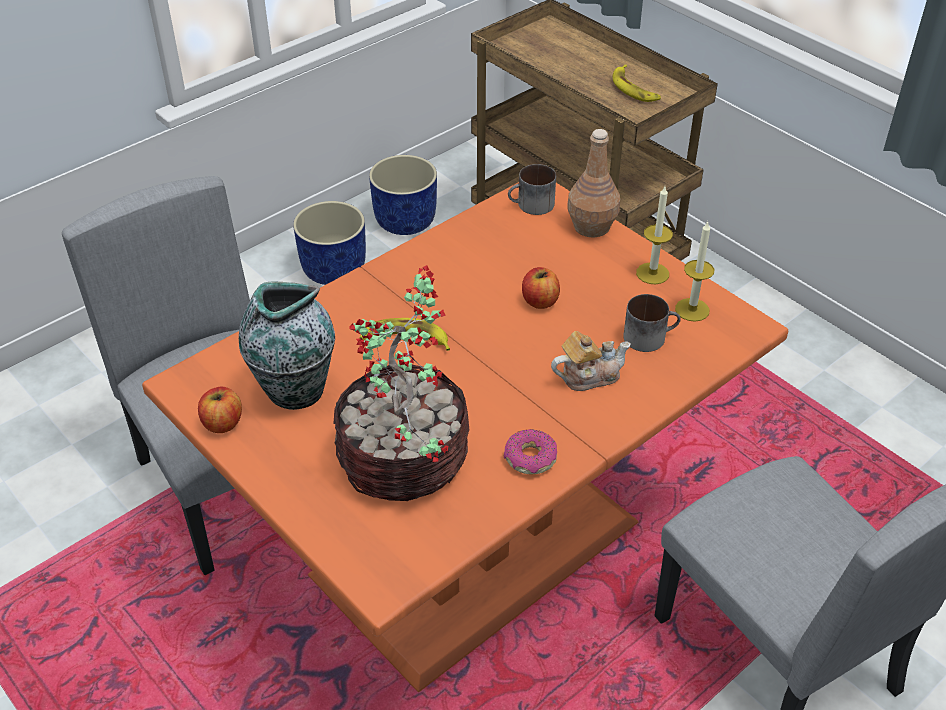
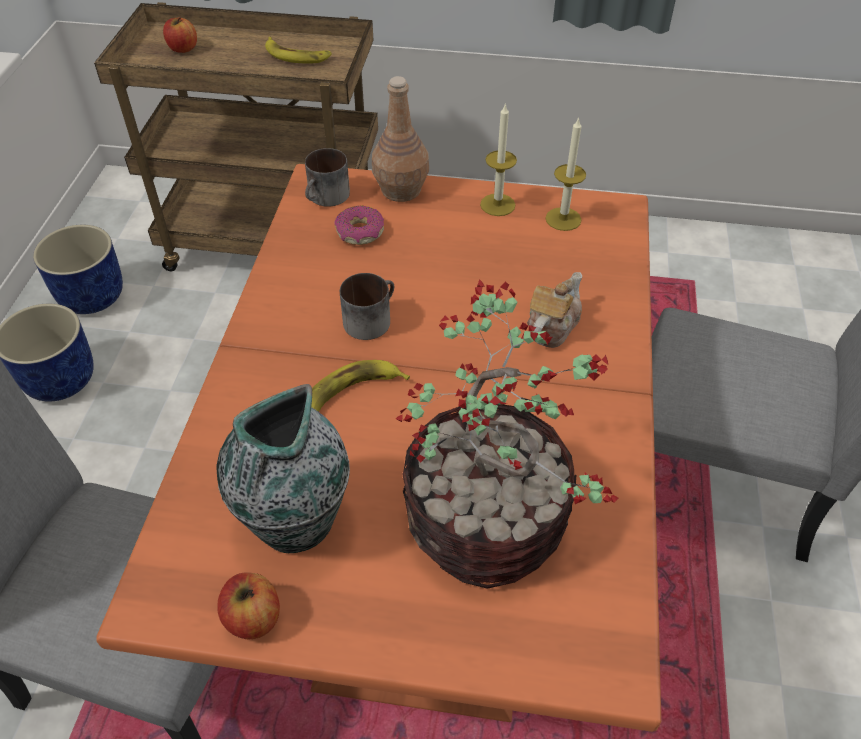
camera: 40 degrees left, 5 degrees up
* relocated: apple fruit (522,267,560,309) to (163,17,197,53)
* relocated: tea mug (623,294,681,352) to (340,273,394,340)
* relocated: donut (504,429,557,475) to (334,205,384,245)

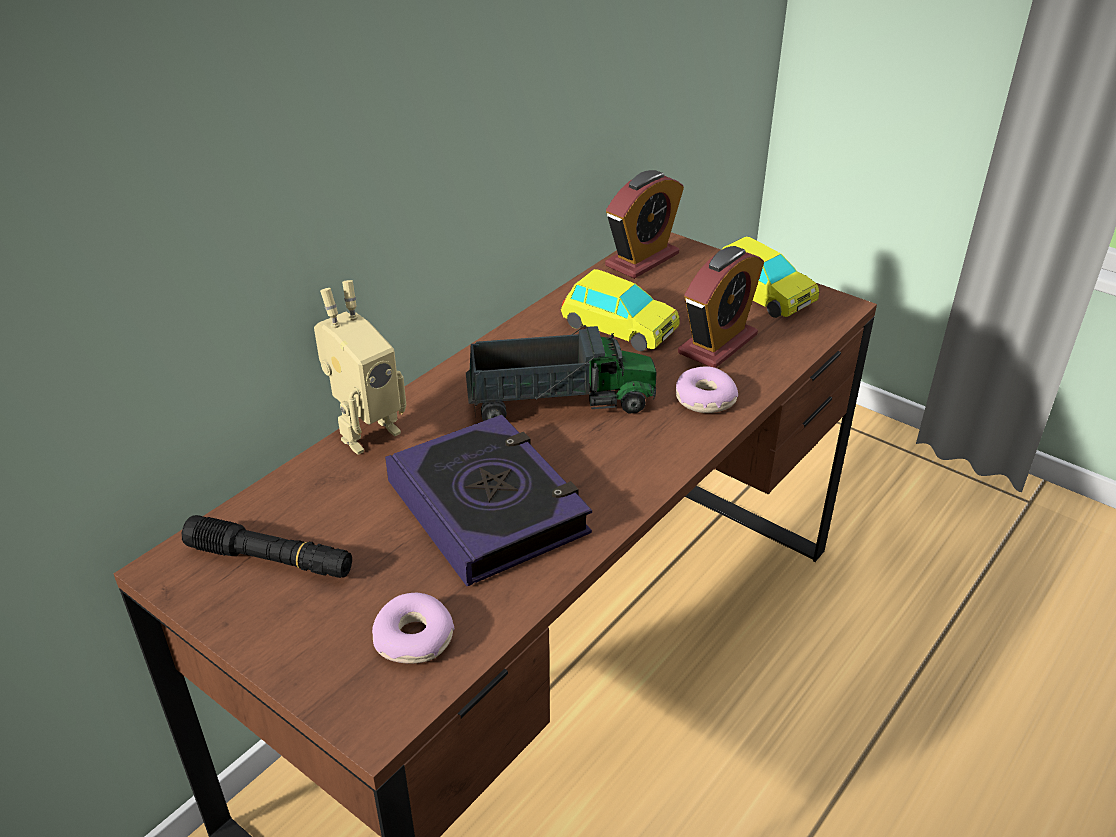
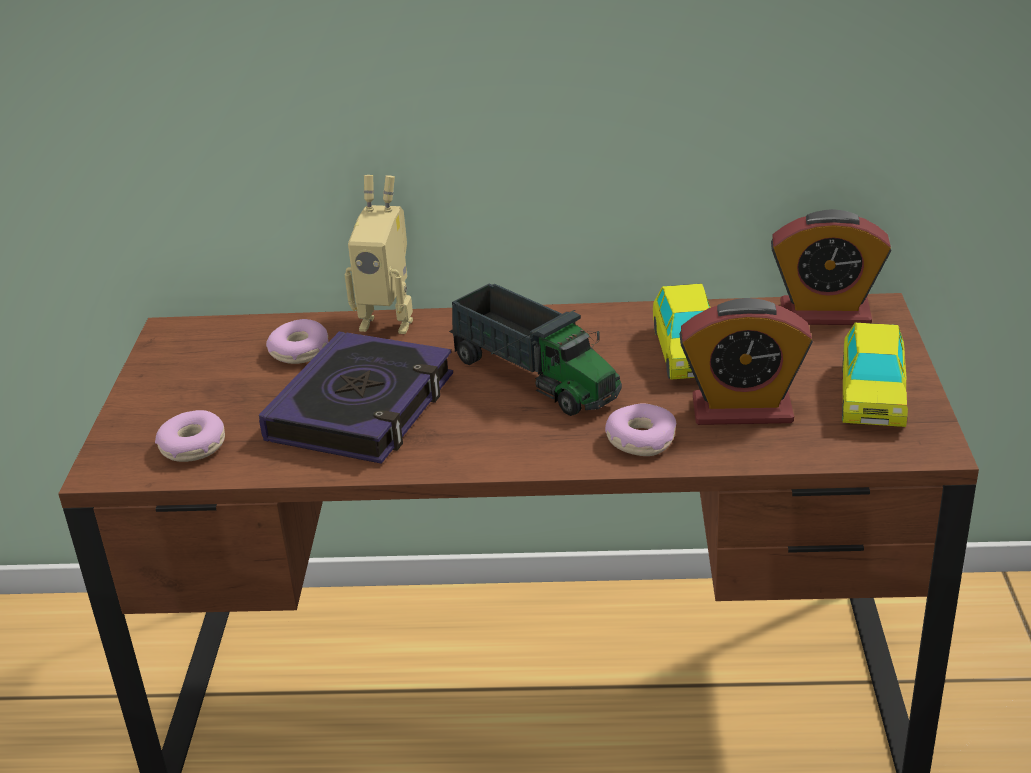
camera: 55 degrees right, 5 degrees down
* missing: black hand torch (182,515,352,578)
* appeared: donut (266,319,329,364)

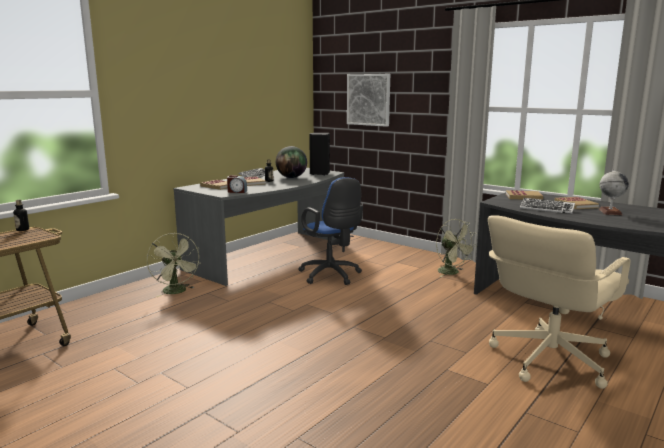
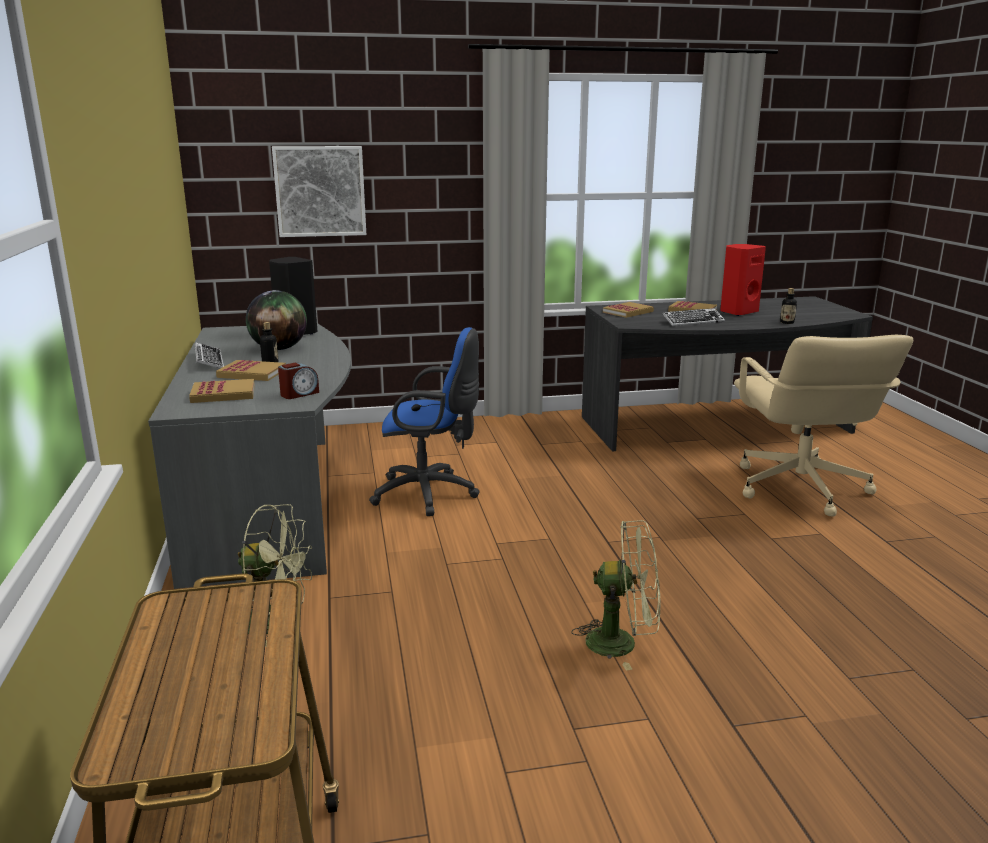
camera: 50 degrees left, 5 degrees up
* exchanged: globe (599,169,629,216) to red-coloured loudspeaker (720,244,766,316)
* relocated: bottle (13,200,29,231) to (780,288,797,324)
* relocated: green-coloured cooling fan (436,219,477,277) to (571,520,661,671)

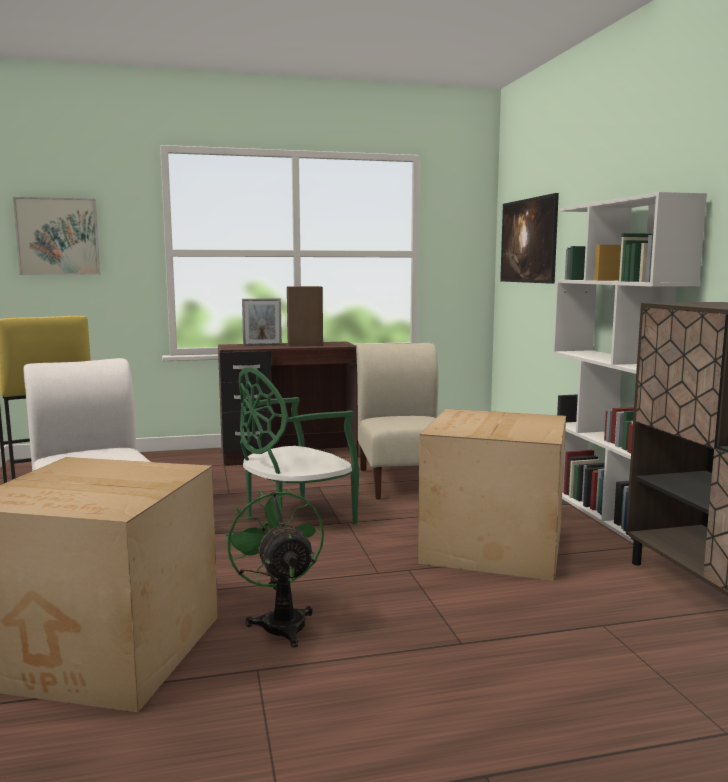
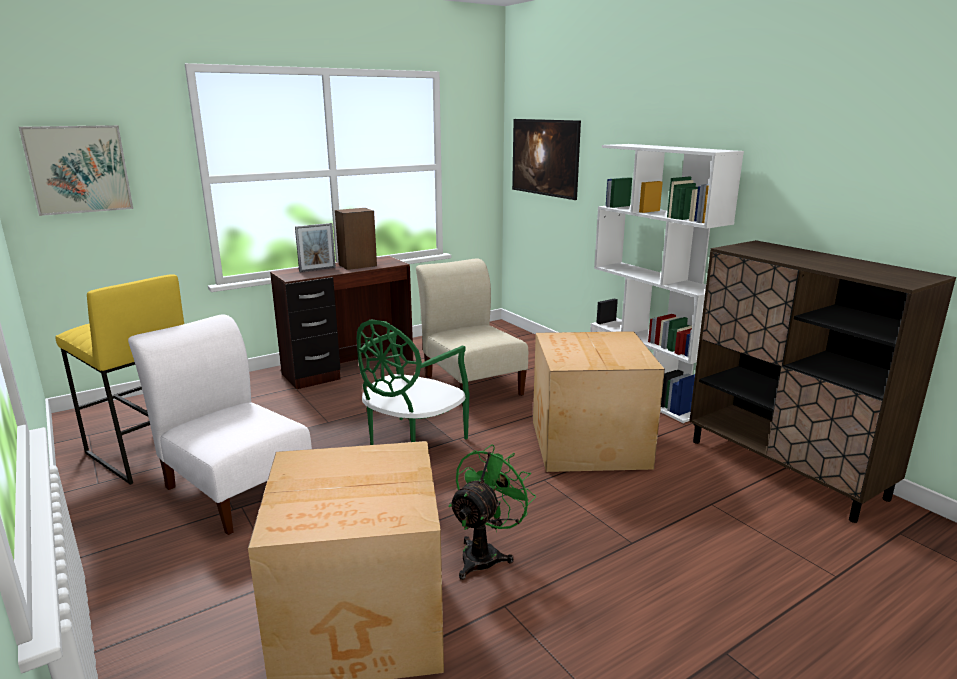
camera: 20 degrees left, 10 degrees up
* spun: green-coloured cooling fan (224,488,324,648) = (449,444,536,580) 75 degrees clockwise

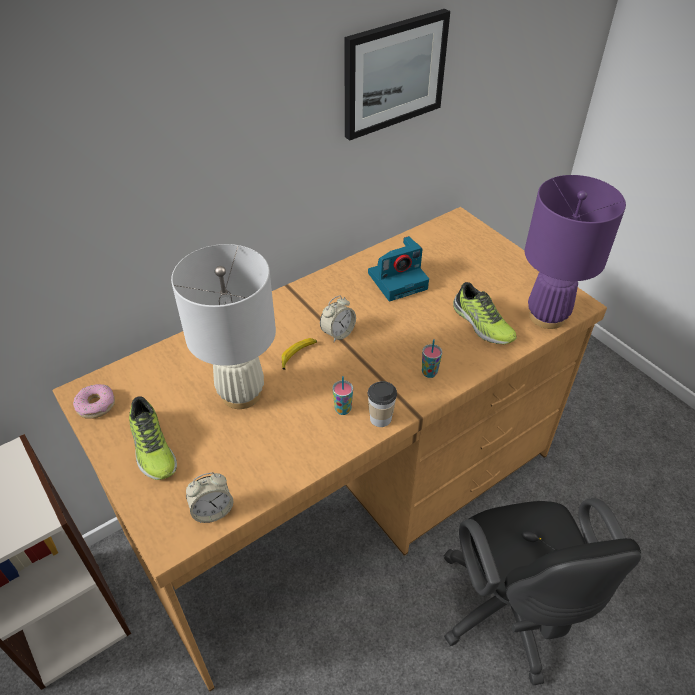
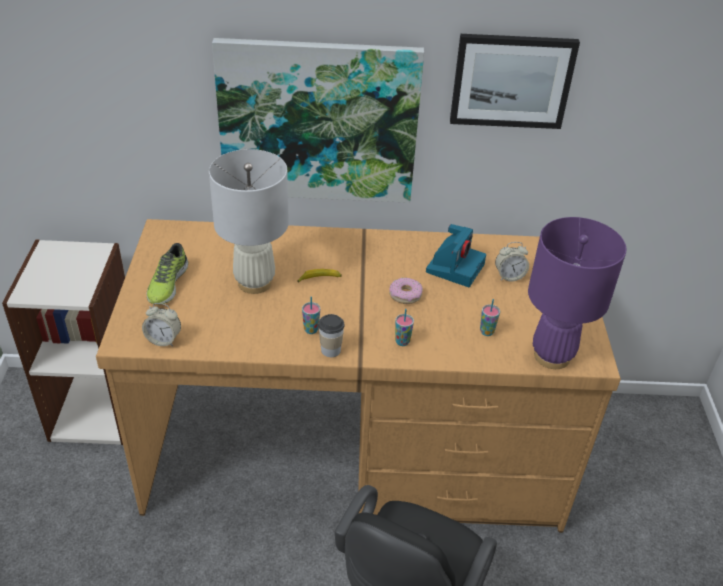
camera: 35 degrees right, 5 degrees down
* spun: photo camera (368,236,429,301) = (426,224,486,287) 75 degrees counterclockwise
* exchanged: shoe (453,282,517,344) to drinking cup (480,299,500,336)
* relocated: alarm clock (320,295,356,342) to (495,242,529,281)
* relocated: donut (73,384,115,419) to (389,278,423,304)
* appeared: wall art (212,38,424,203)

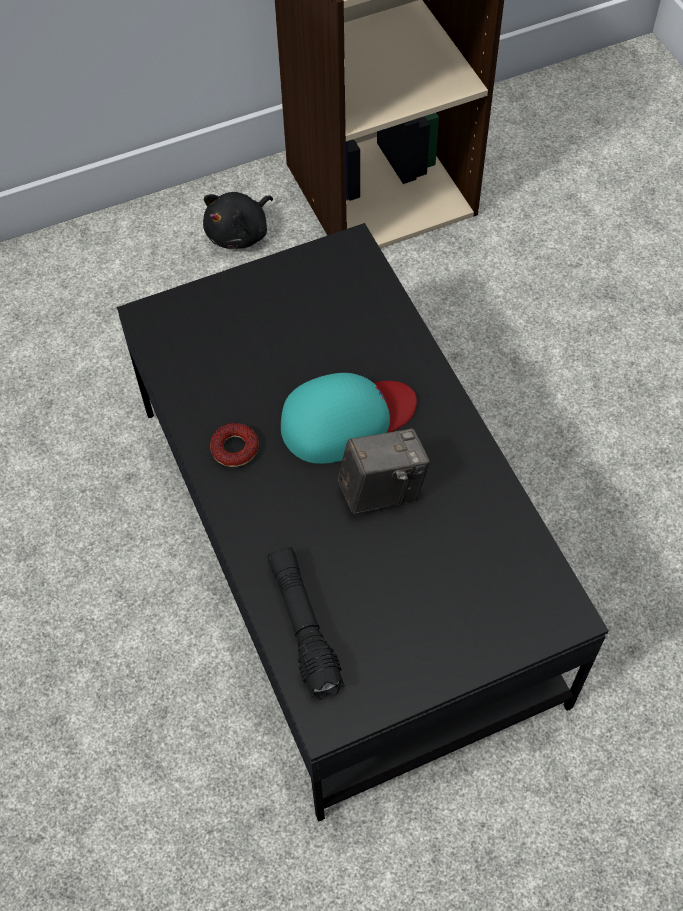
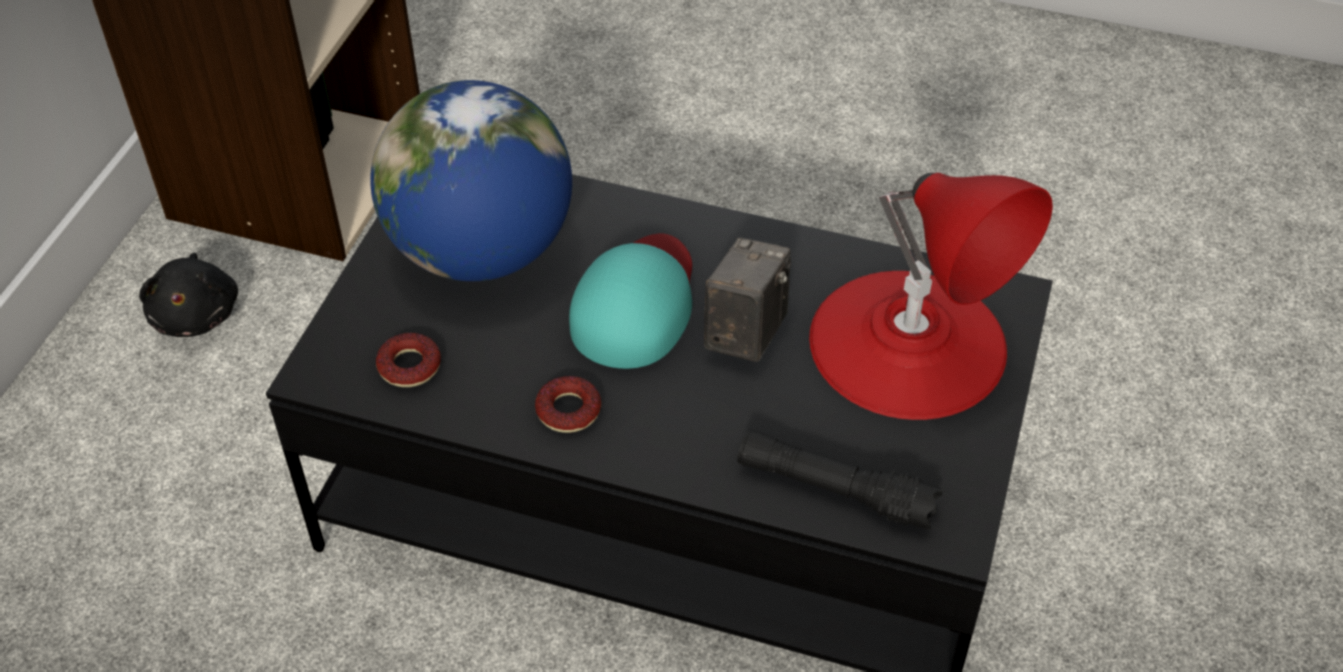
camera: 50 degrees left, 10 degrees down
* appeared: globe (370,80,572,281)
* appeared: red-coloured tabletop lamp (809,173,1053,420)
* appeared: donut (376,333,441,387)

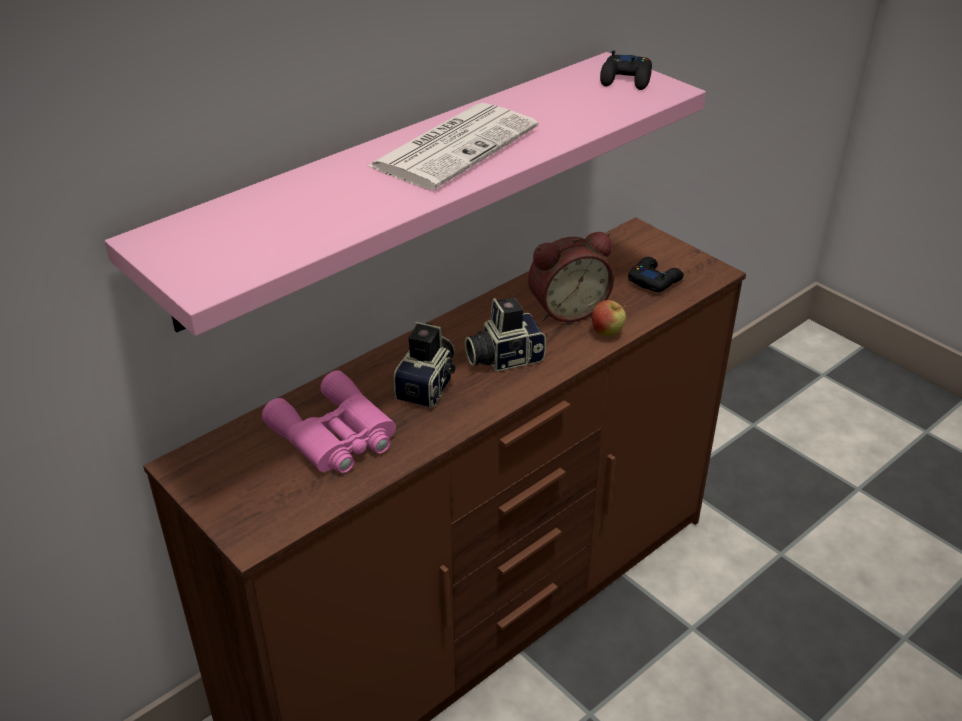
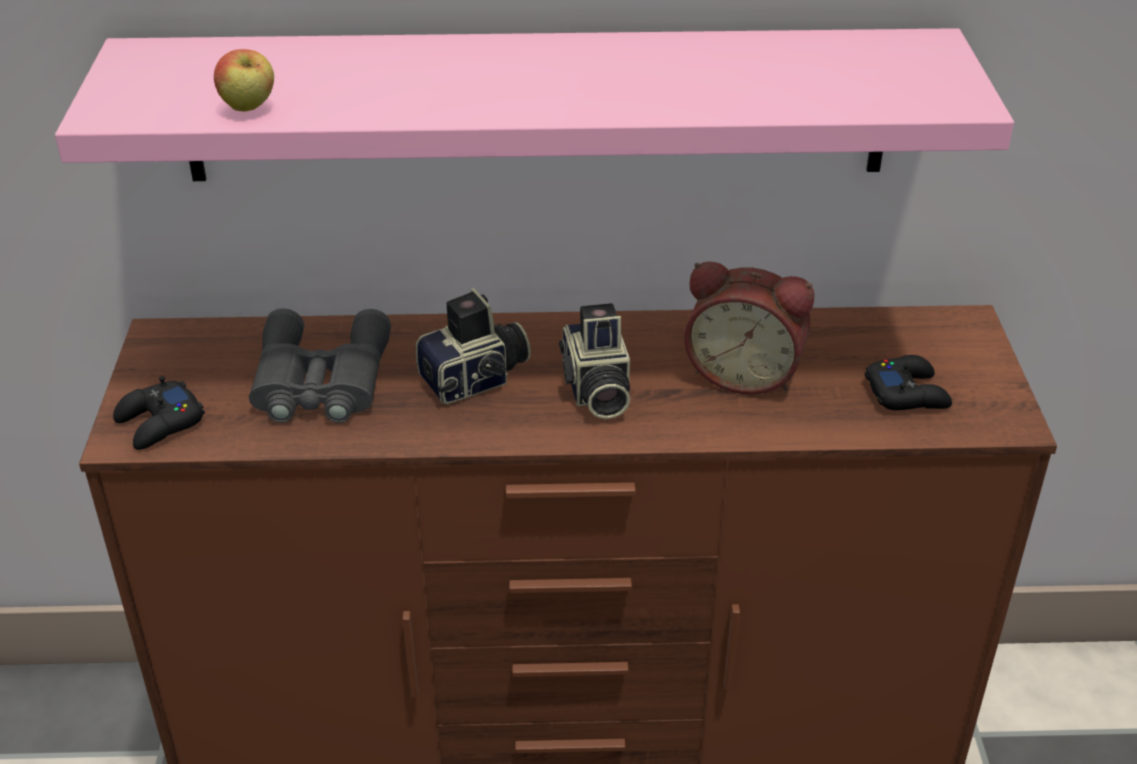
camera: 40 degrees right, 0 degrees up
* relocated: black joypad (600,50,652,90) to (113,376,205,450)
* missing: newspaper (367,103,538,190)
* spun: photo camera (465,298,546,372) = (559,303,630,419) 120 degrees counterclockwise
* relocated: apple fruit (592,300,626,337) to (214,49,274,112)
* colour: pink field glasses (262,370,396,473) to gray field glasses (249,308,391,423)

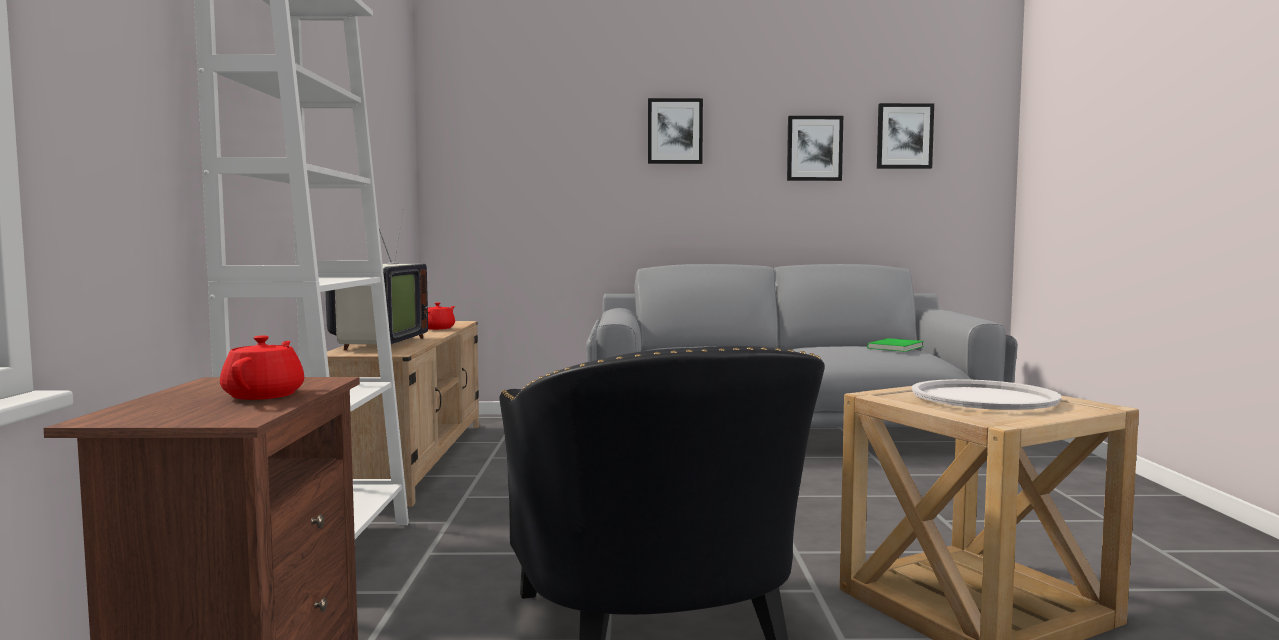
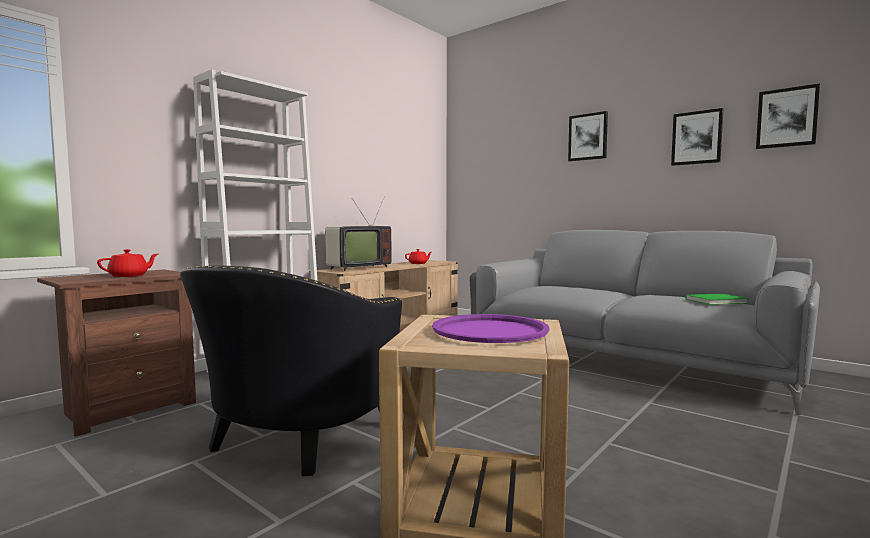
camera: 40 degrees right, 0 degrees up
* colour: white-coloured carrying tray (911,379,1062,410) to purple-coloured carrying tray (432,314,550,343)

